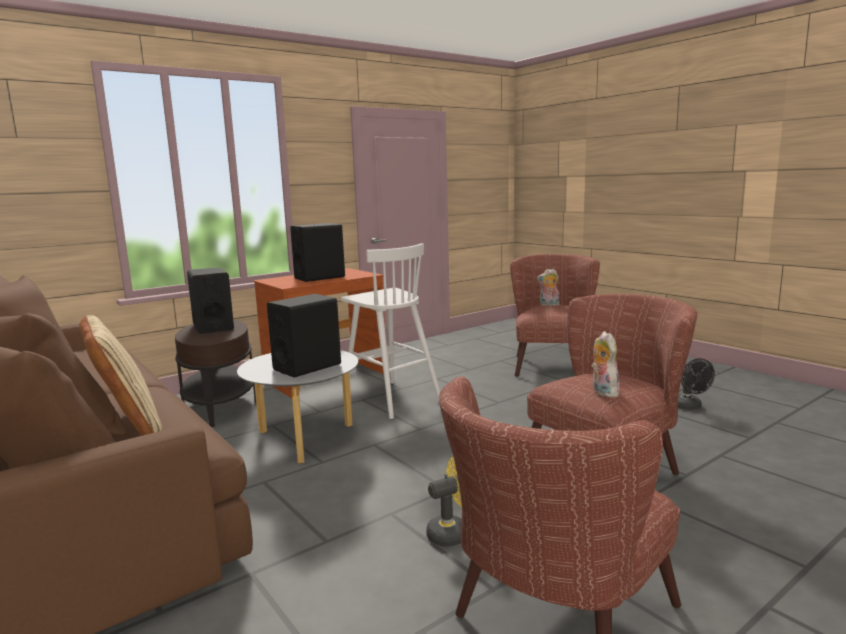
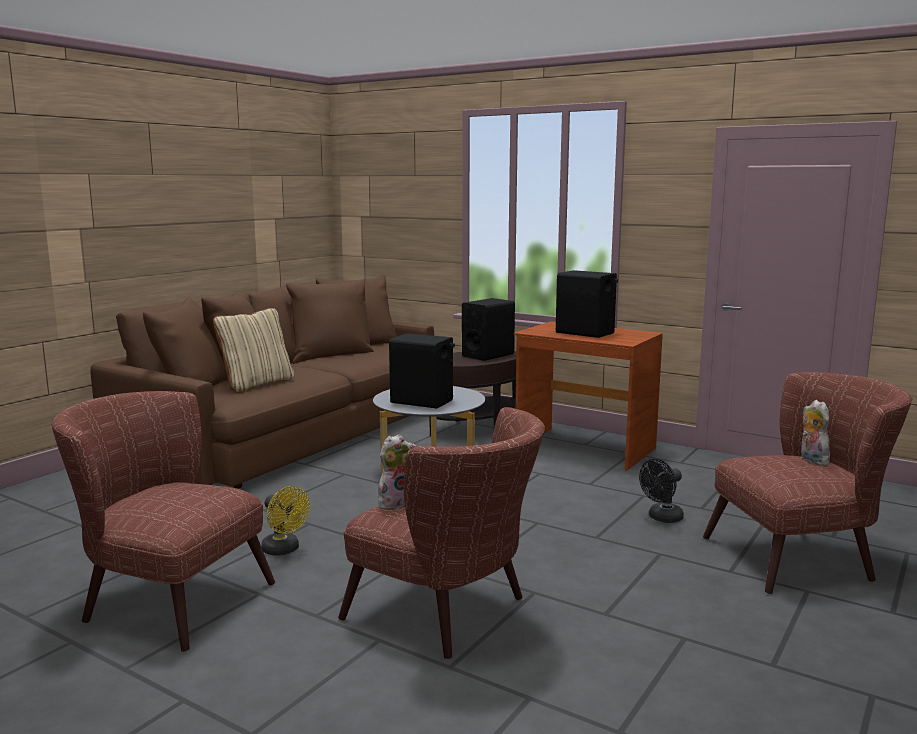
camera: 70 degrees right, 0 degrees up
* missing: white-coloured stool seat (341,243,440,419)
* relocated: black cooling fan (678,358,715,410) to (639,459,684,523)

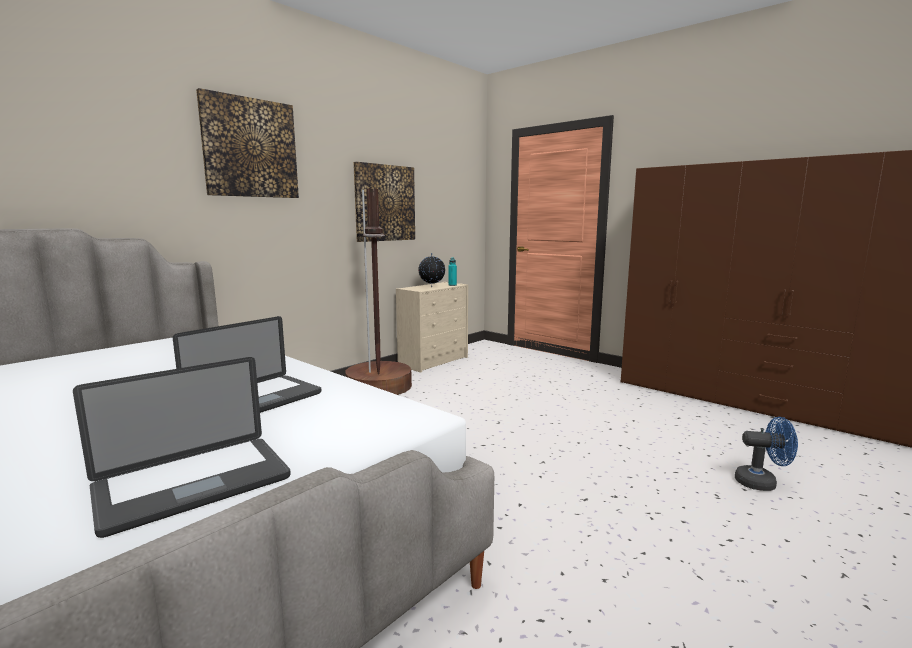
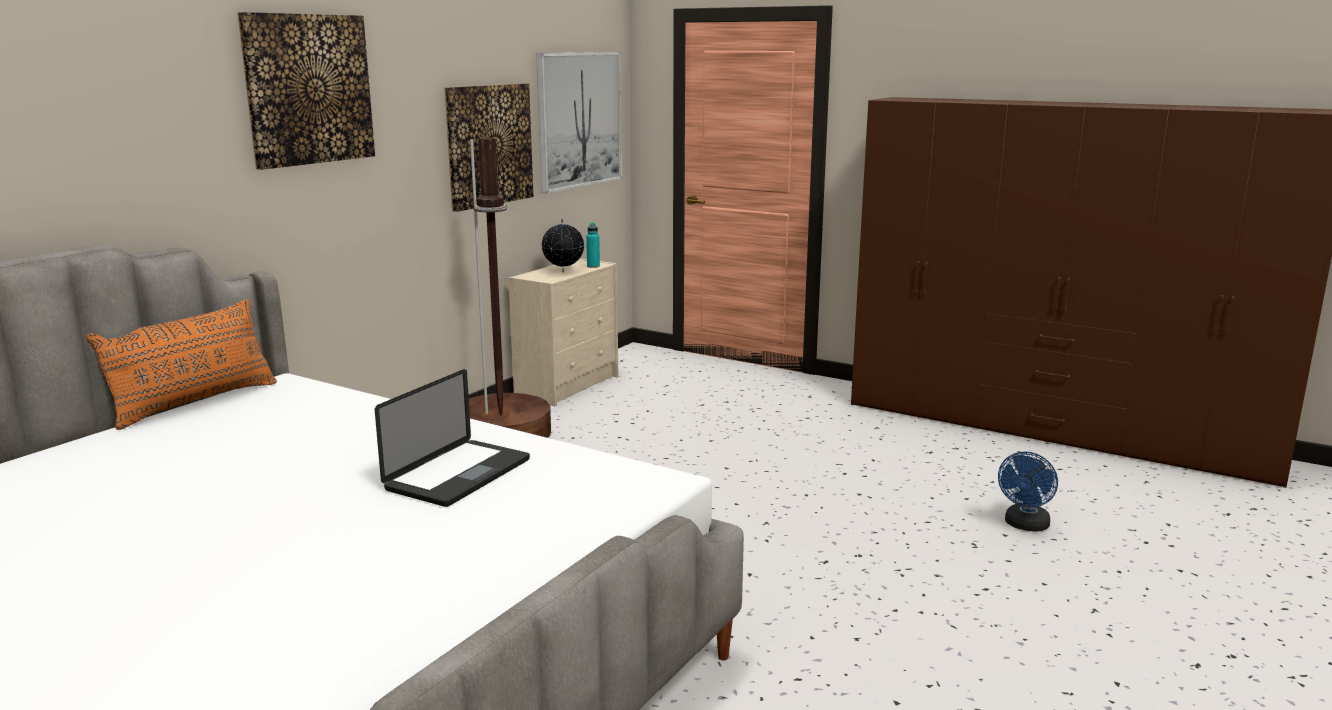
camera: 10 degrees left, 5 degrees up
* missing: notebook computer (73,357,291,538)
* spun: blue cooling fan (735,417,798,491) = (998,451,1058,532) 120 degrees clockwise
* appeared: wall art (536,52,622,193)
* appeared: orangey pillow (87,299,277,430)

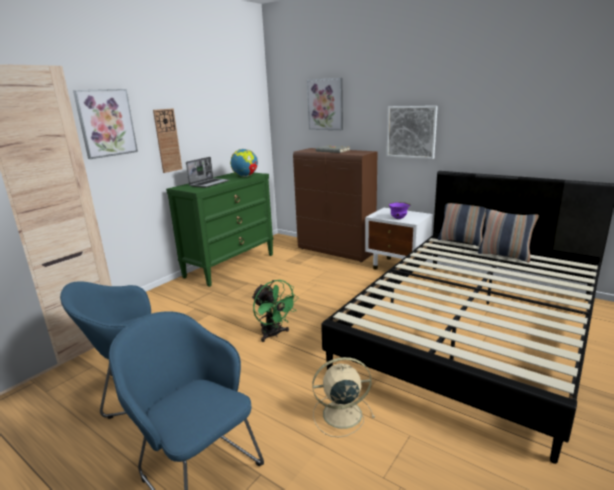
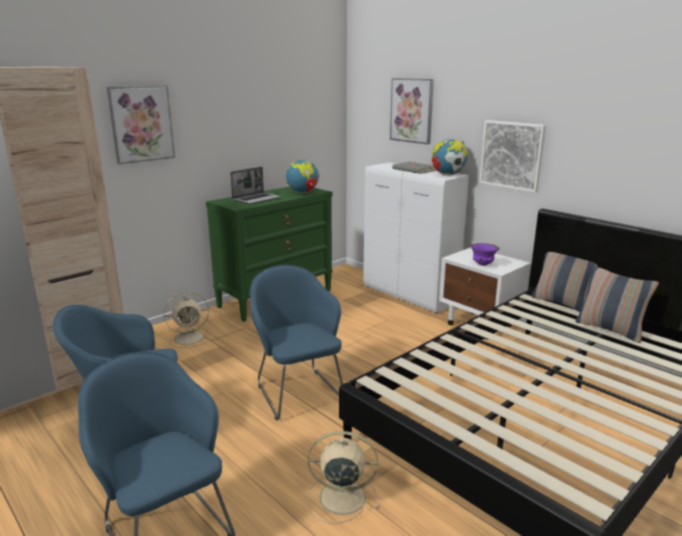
camera: 10 degrees right, 0 degrees up
* missing: wall clock (153,108,182,173)
* colour: brown-coloured cupboard (293,148,378,262) to white-coloured cupboard (363,162,469,313)
* exchanged: green-coloured cooling fan (252,280,299,342) to blue lounge chair (250,265,343,420)
* appeared: globe (432,139,469,175)
* appeared: sand-coloured cooling fan (164,292,212,348)

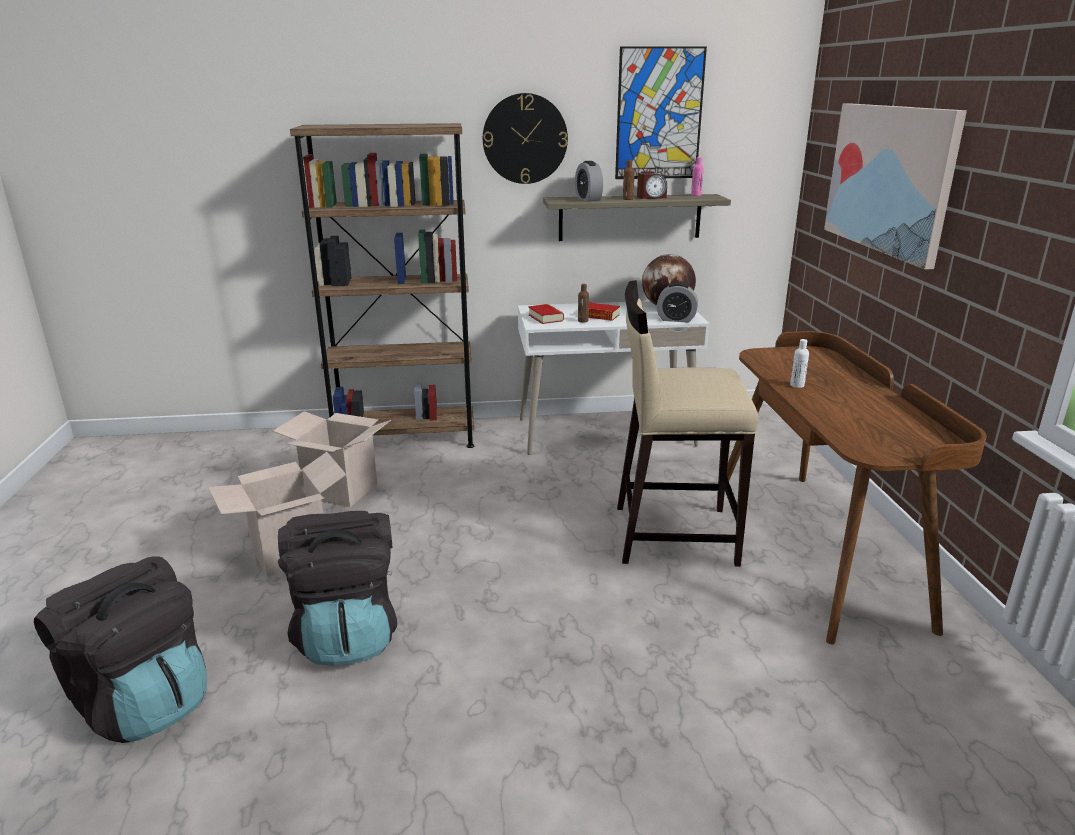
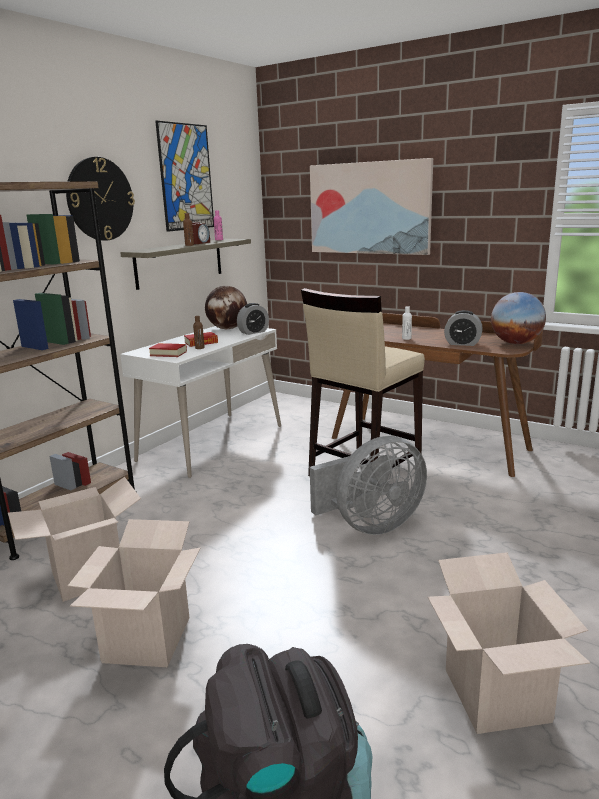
camera: 50 degrees left, 5 degrees down
* relocated: alarm clock (575,161,603,201) to (444,310,483,346)
* missing: black backpack (278,511,397,666)
* appeared: globe (491,292,546,344)
* appeared: gray cooling fan (310,436,427,535)
* appeared: cardboard box (428,552,590,734)

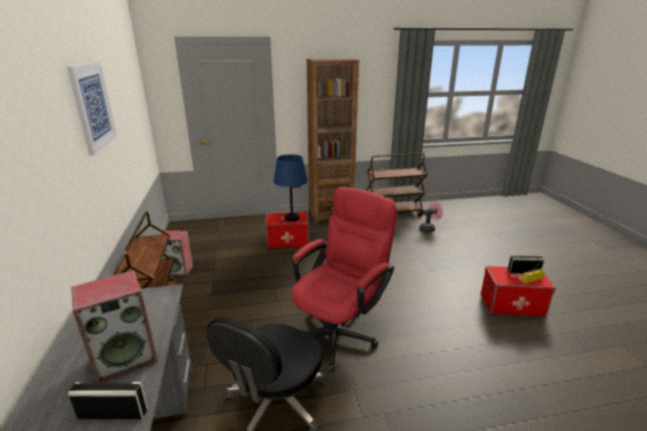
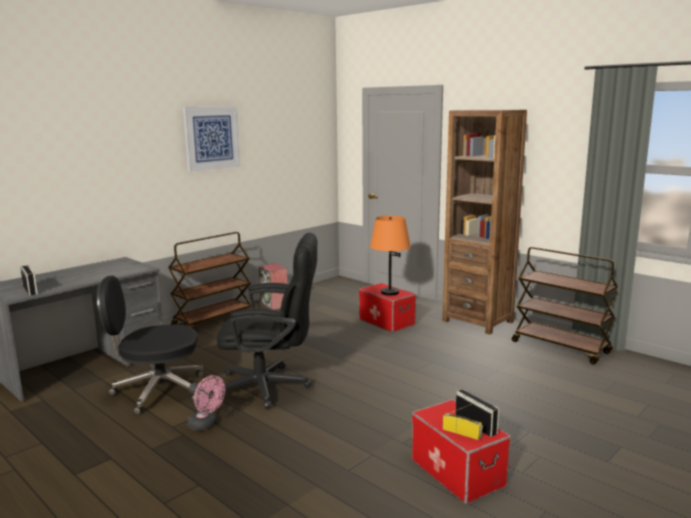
camera: 55 degrees right, 10 degrees down
* colour: blue tabletop lamp (273,154,308,221) to orangey tabletop lamp (370,216,411,295)
* colour: red-coloured computer chair (292,187,397,371) to black computer chair (217,233,317,409)
* relocated: pink cooling fan (419,201,443,232) to (188,375,225,431)
* missing: loudspeaker (71,270,158,384)

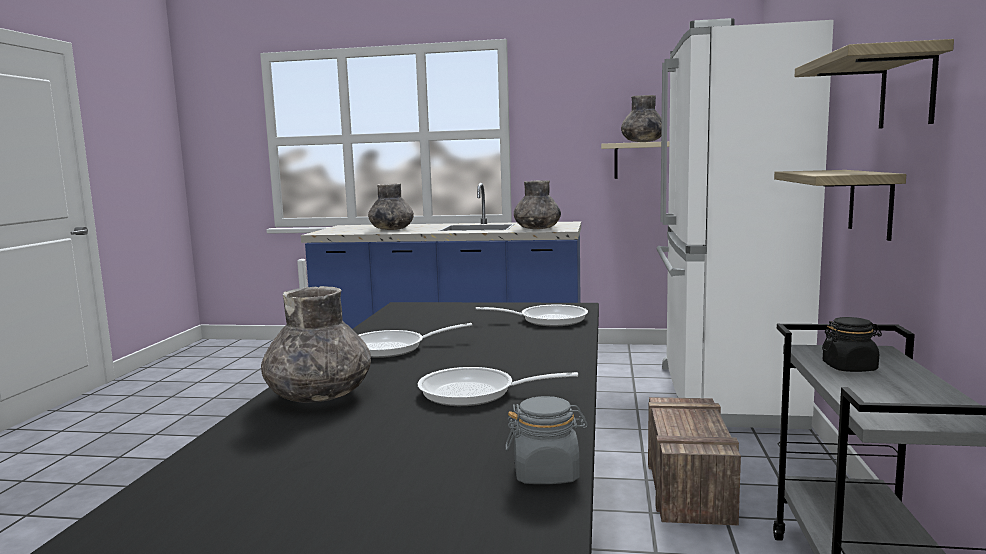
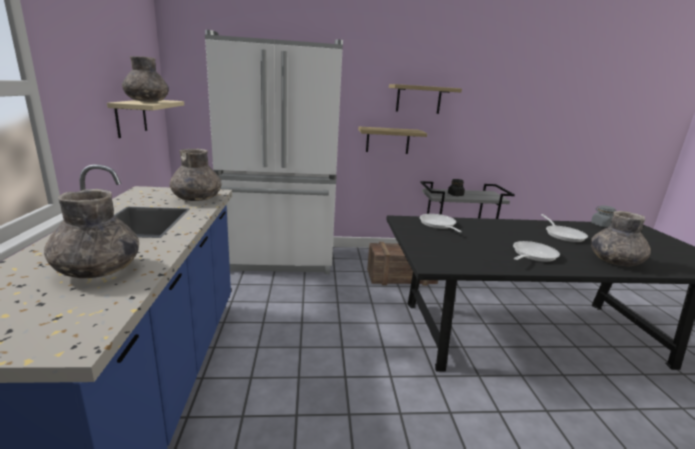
camera: 105 degrees left, 10 degrees up
* spun: pan (359,323,472,358) = (513,241,560,262) 105 degrees counterclockwise

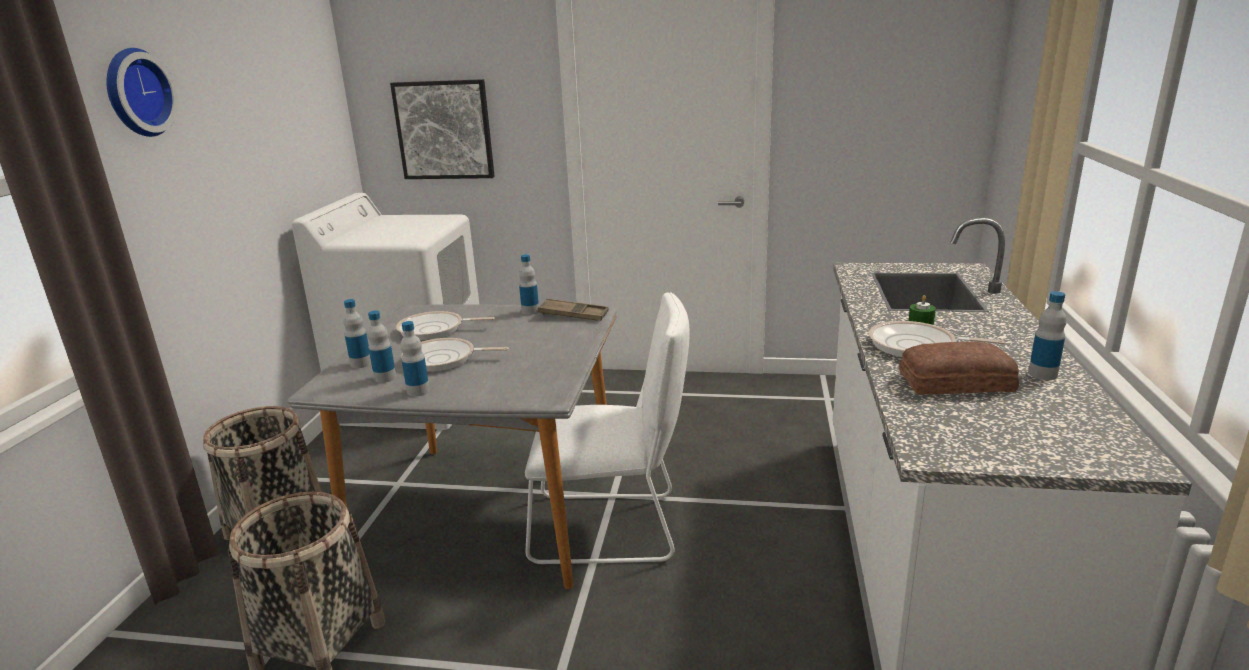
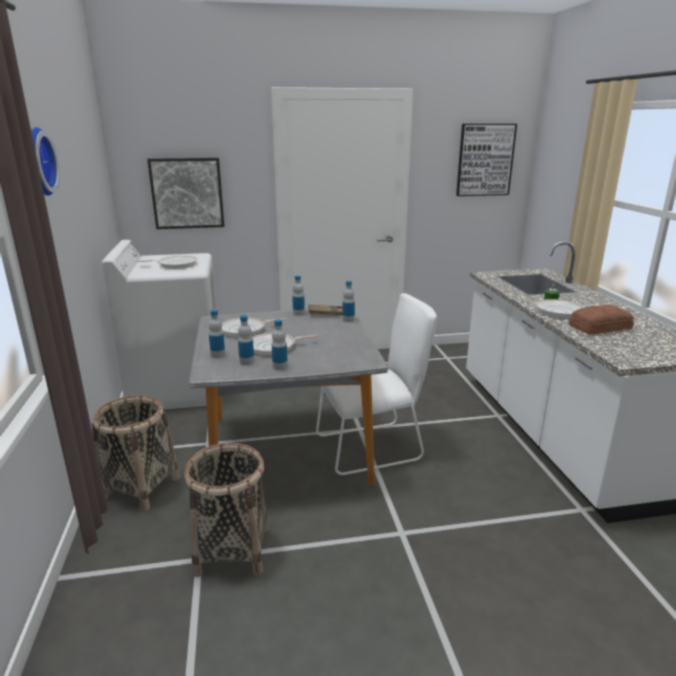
camera: 20 degrees left, 0 degrees up
* relocated: bottle (1028,291,1067,380) to (342,281,355,322)
* appeared: wall art (456,124,517,196)
* appeared: pan (137,255,197,269)

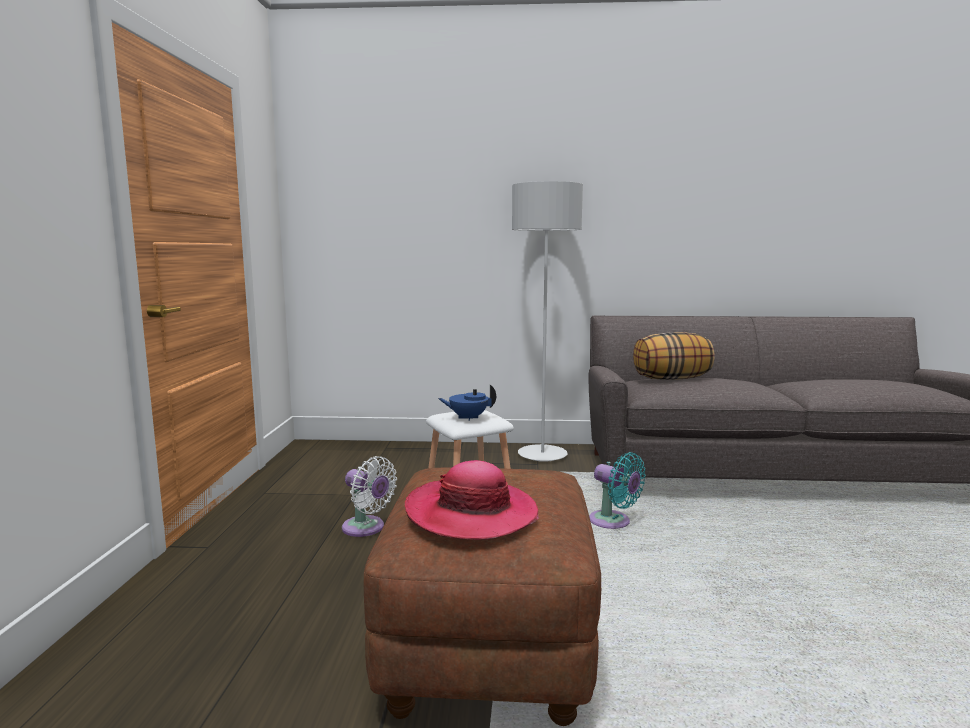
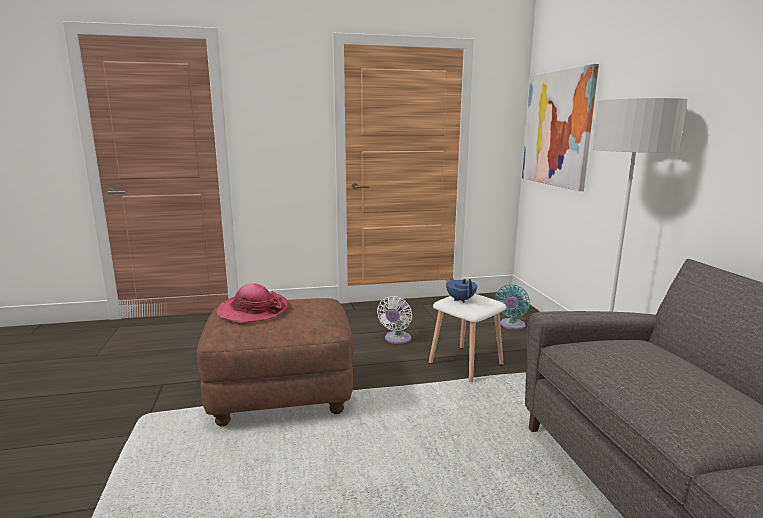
camera: 75 degrees right, 5 degrees up
* missing: pillow (633,332,715,380)
* relocated: turquoise-coloured cooling fan (589,452,646,529) to (495,284,530,330)
* appeared: wall art (522,64,599,191)

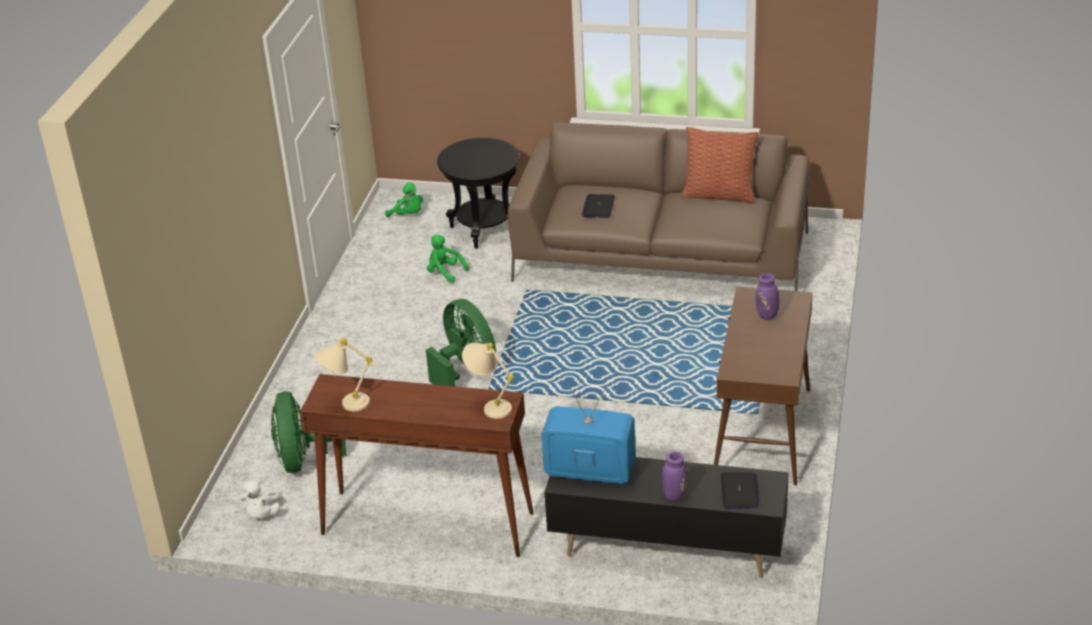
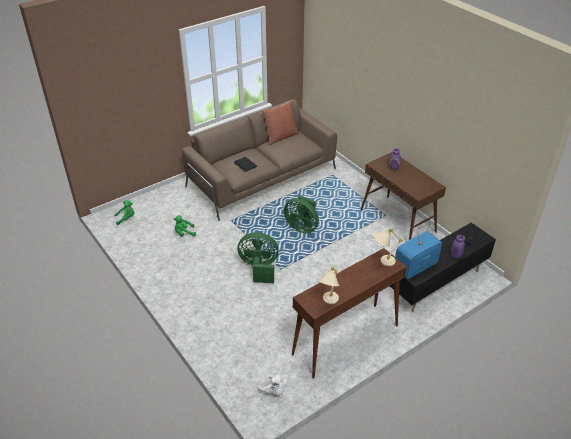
camera: 50 degrees left, 5 degrees up
* missing: black end table (437,138,520,249)
* relocated: green-coloured cooling fan (271,392,347,473) to (284,195,319,233)

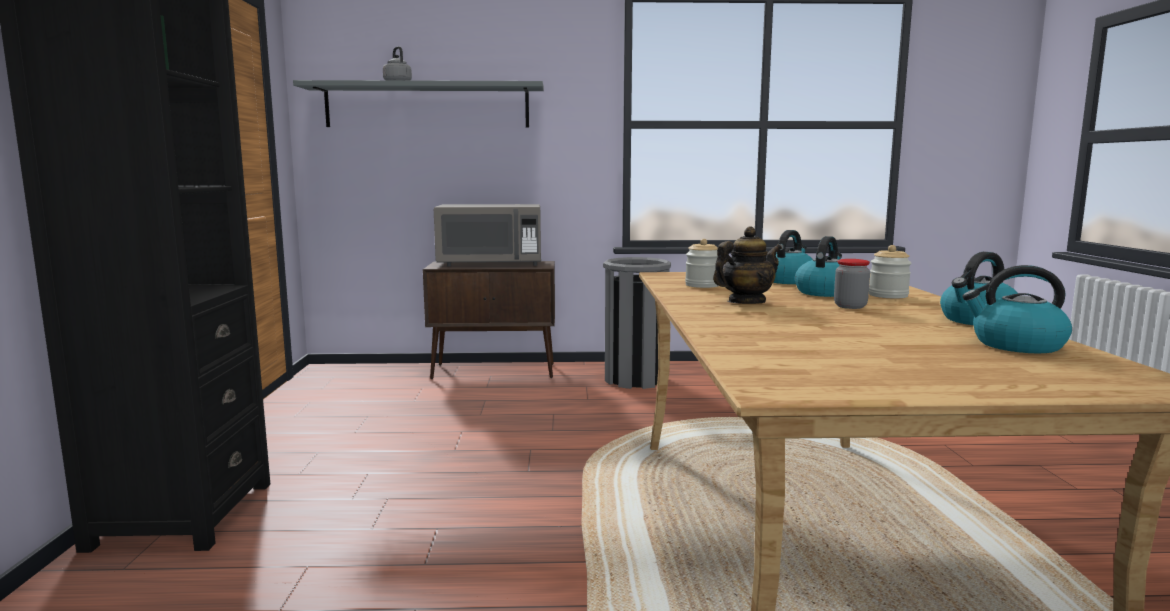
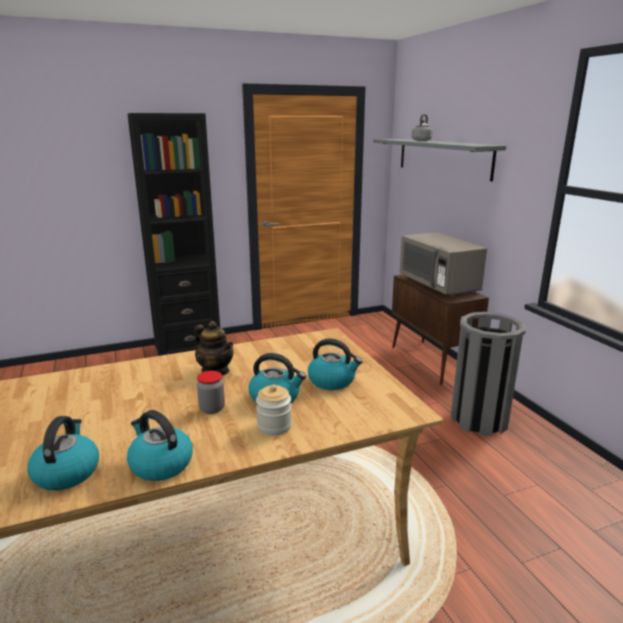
camera: 70 degrees right, 10 degrees up
* missing: storage jar (685,239,718,288)

